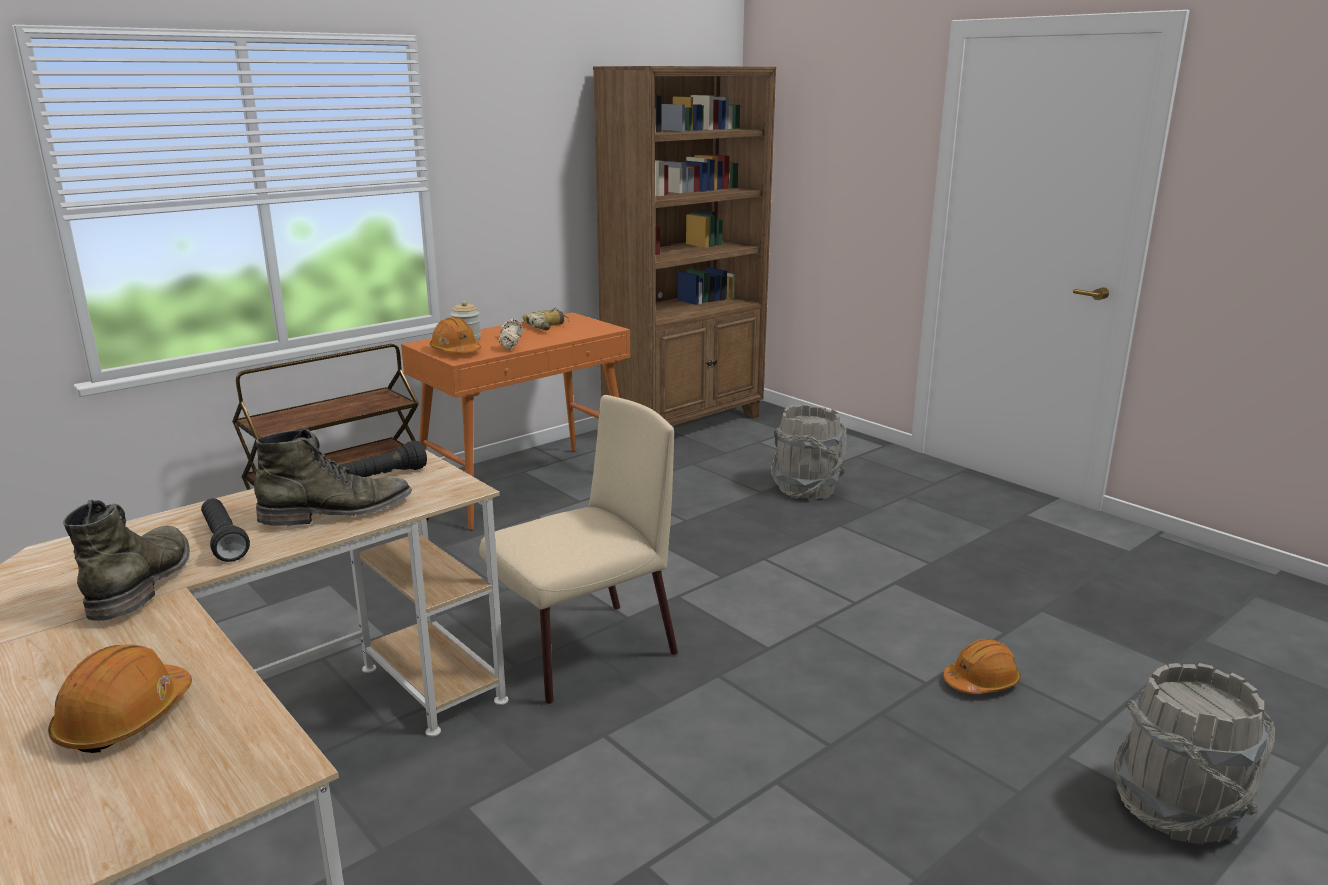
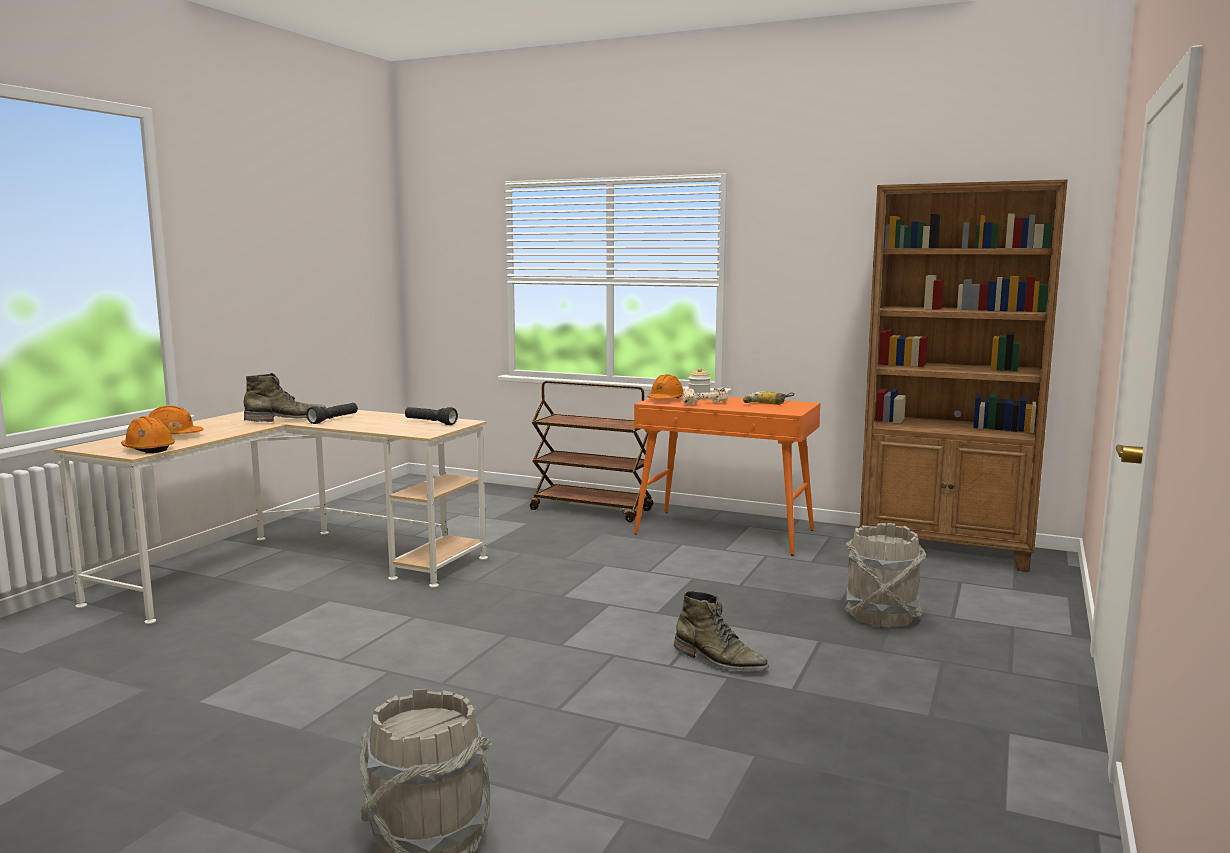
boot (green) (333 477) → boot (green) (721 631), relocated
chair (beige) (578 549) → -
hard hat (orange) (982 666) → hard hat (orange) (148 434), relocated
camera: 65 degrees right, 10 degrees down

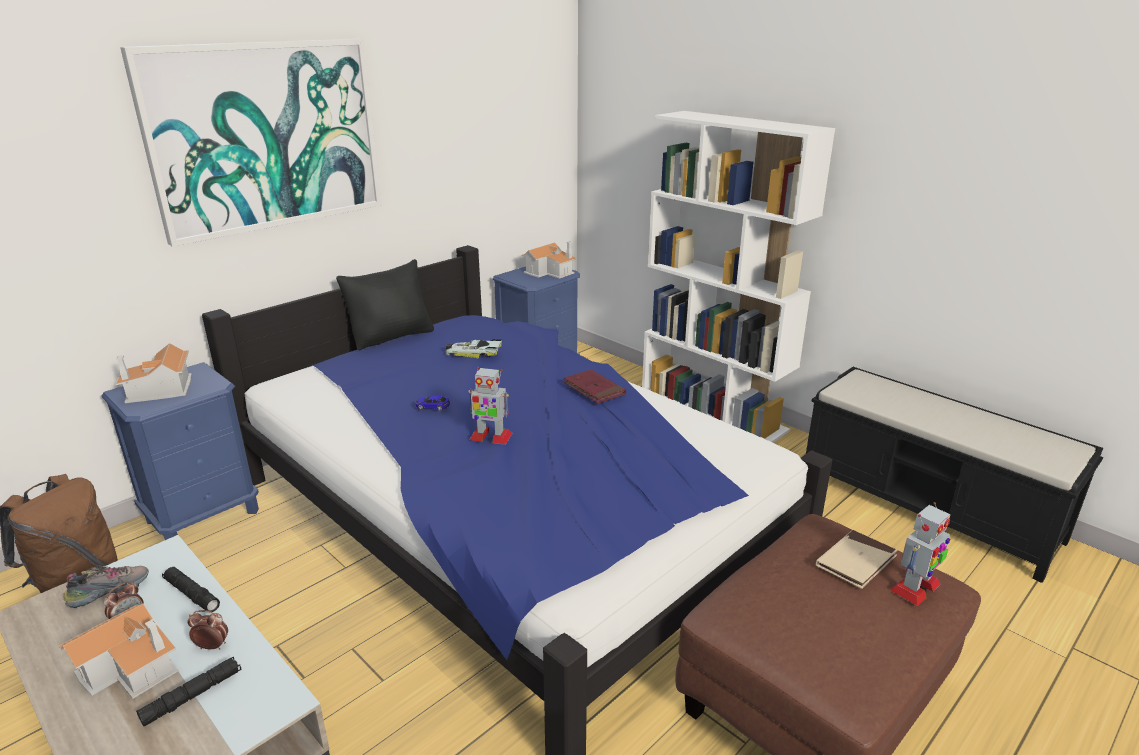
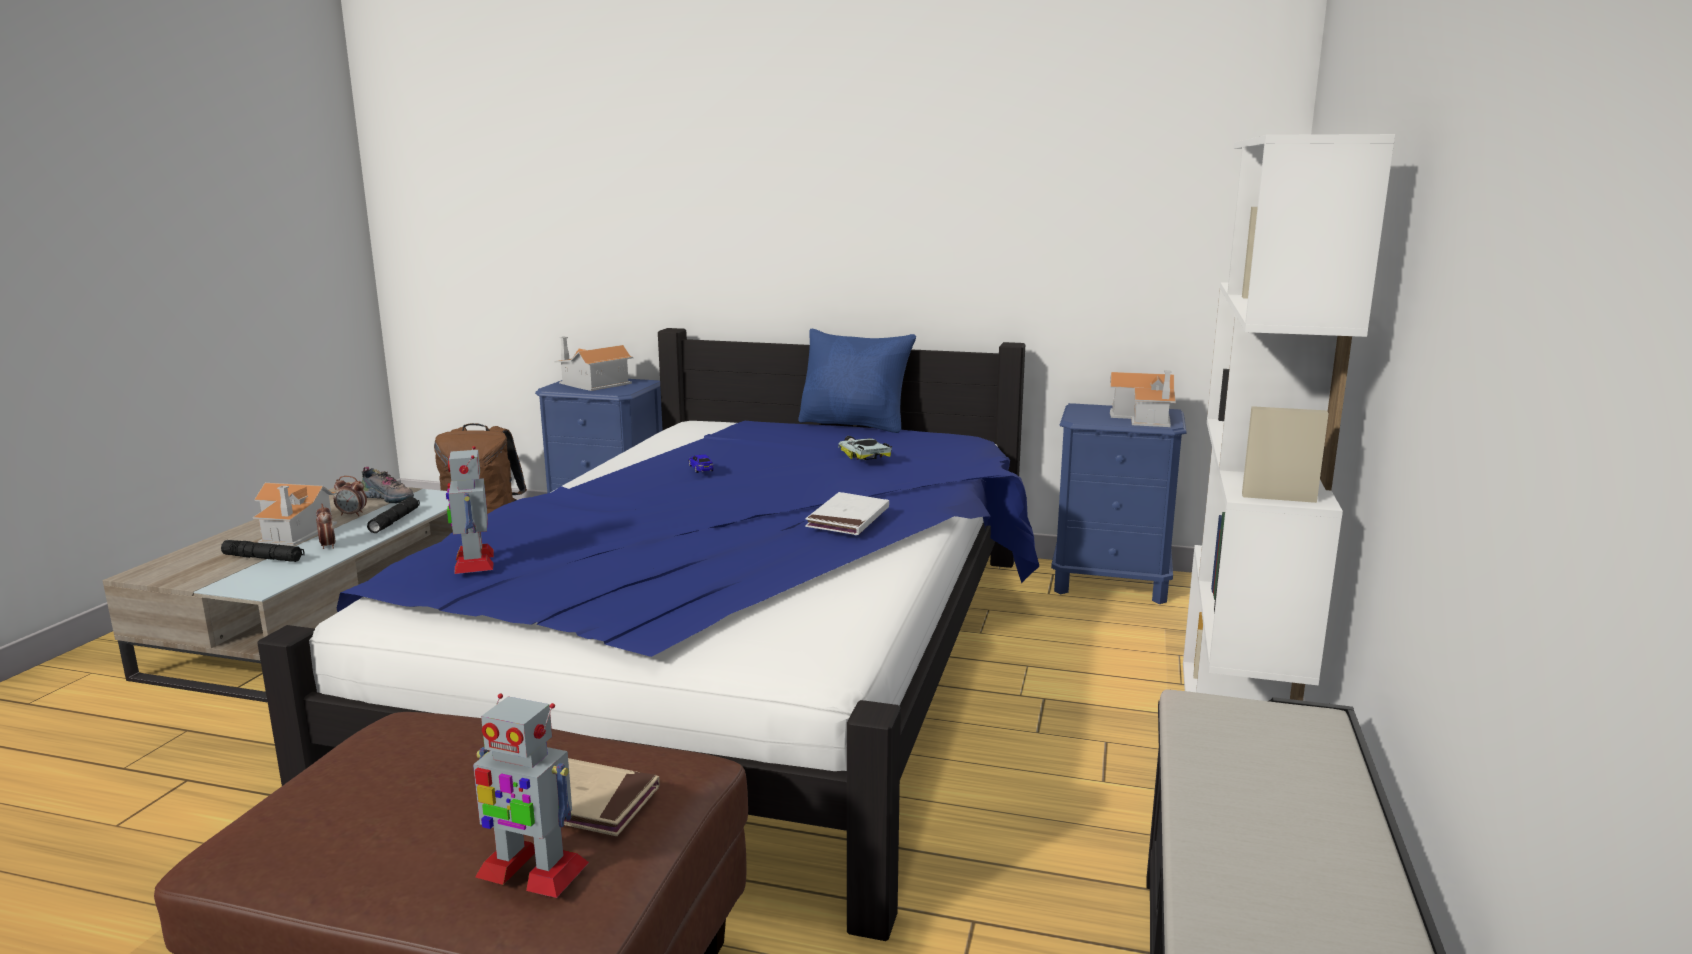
picture (251 142) → -
pillow (black) (385 304) → pillow (blue) (857 381)
toy robot (490 406) → toy robot (470 510), relocated
book (red) (595 386) → book (white) (847 513)
camera: 60 degrees right, 10 degrees down

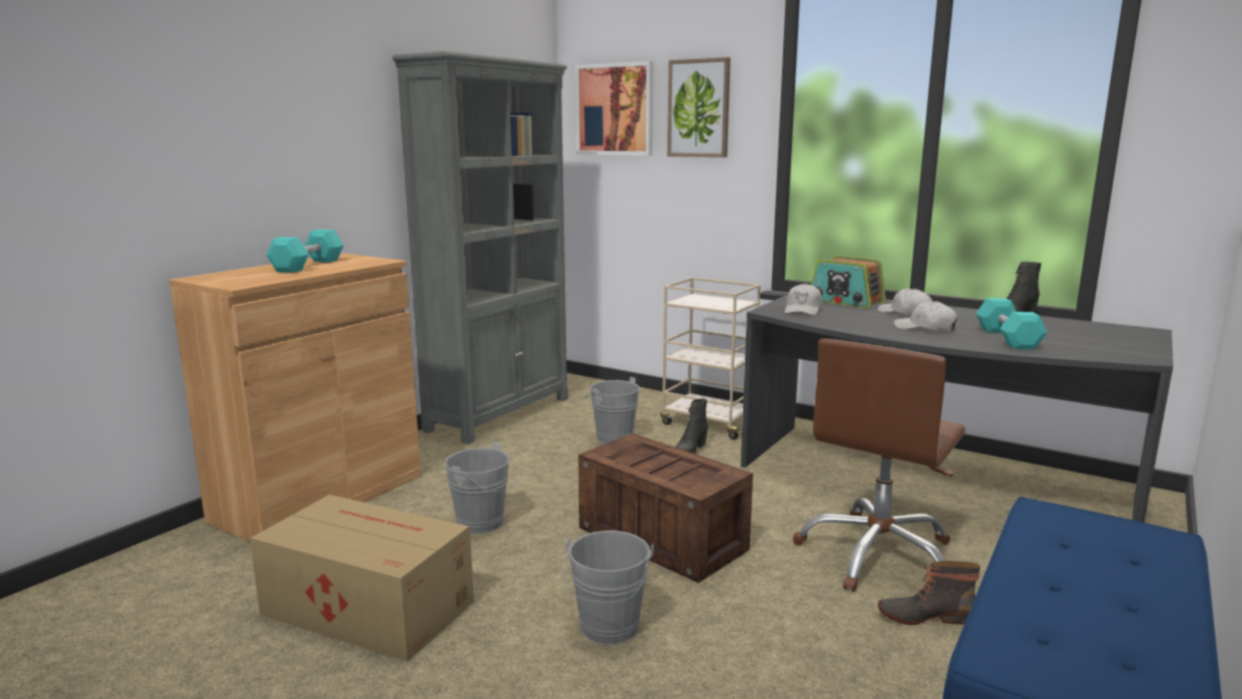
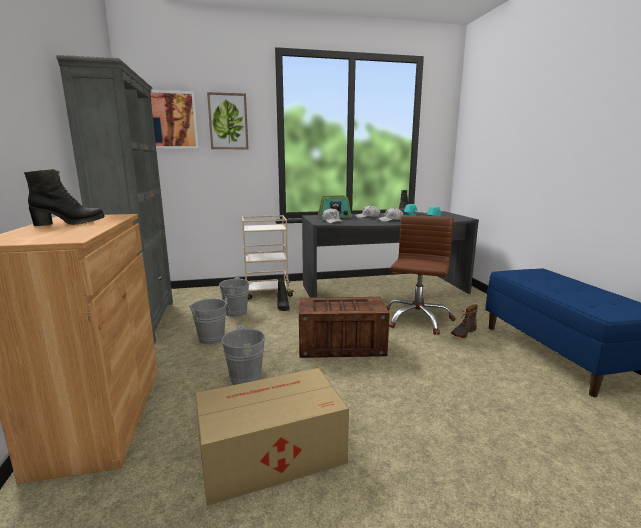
dumbbell (turquoise) (305 251) → boot (black) (64 197)
bucket (grey) (609 588) → bucket (grey) (209 321), relocated
office chair (brown) (879 465) → office chair (brown) (421 275), 150 degrees counterclockwise
camera: 45 degrees left, 0 degrees up

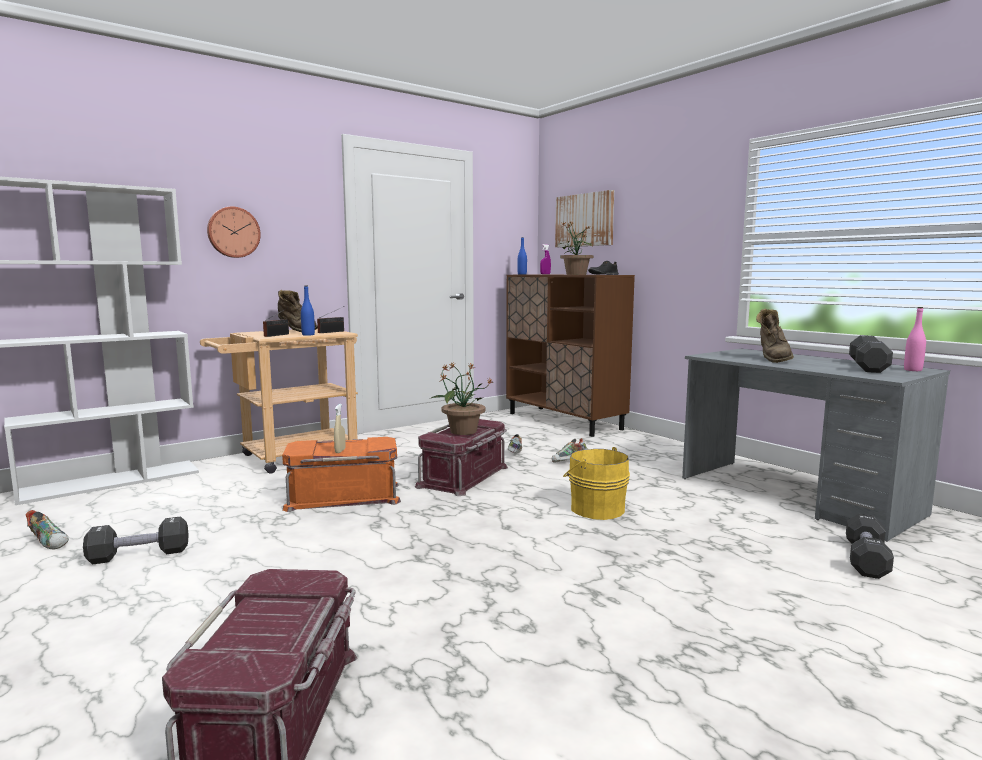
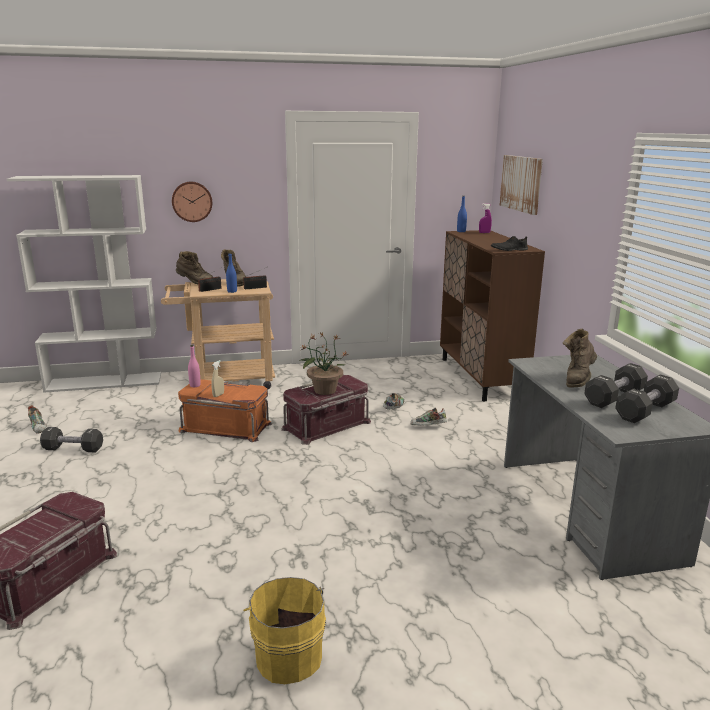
potted plant (574 248) → -
bucket (yellow) (596 483) → bucket (yellow) (284 630), relocated
dumbbell (black) (870 546) → dumbbell (black) (616 385), relocated
bottle (pink) (915 339) → bottle (pink) (194 366), relocated
- → boot (brown) (194 267)
camera: 25 degrees right, 10 degrees up

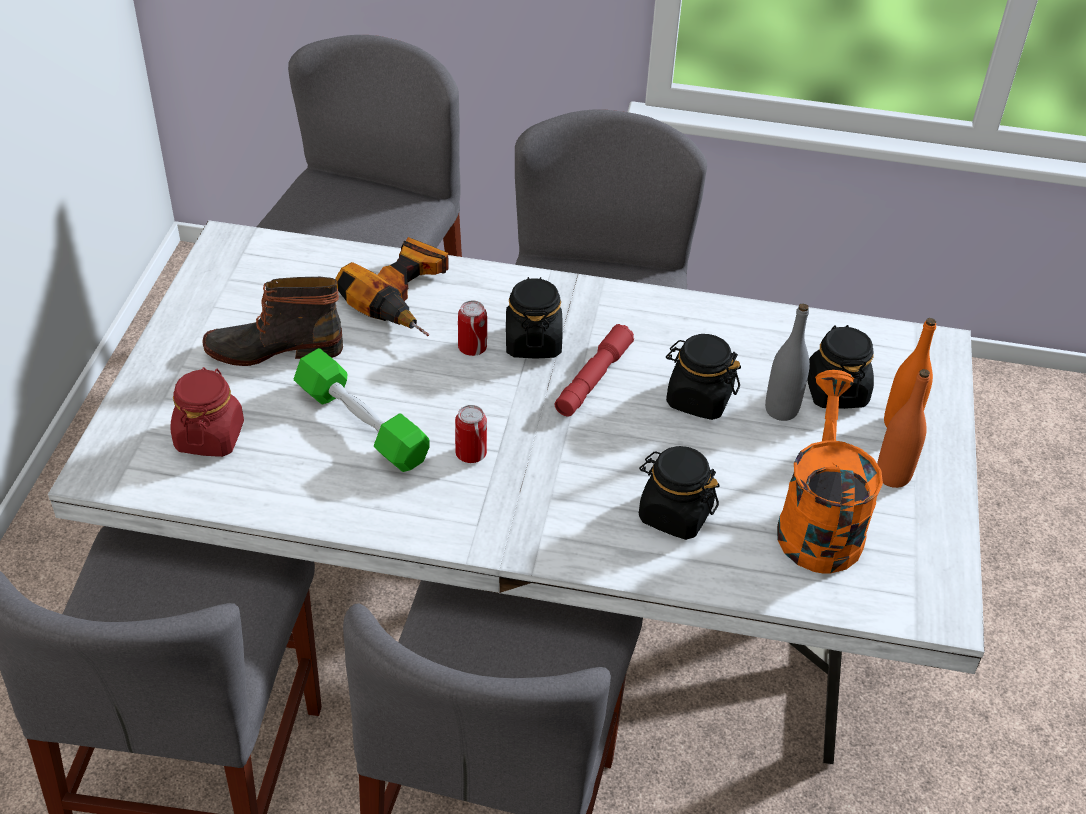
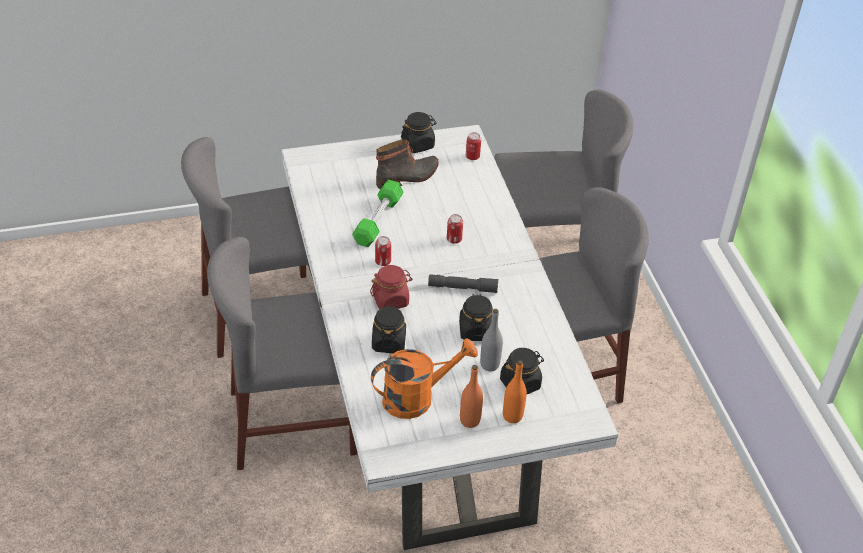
jar (red) (207 412) → jar (red) (391 287), relocated
boot (272 321) → boot (407 164), 90 degrees clockwise
power drill (392 286) → -
jar (black) (534 318) → jar (black) (419 132), relocated
flashlight (red) (594 370) → flashlight (grey) (463 283)
- → can (473 146)
camera: 65 degrees right, 0 degrees up

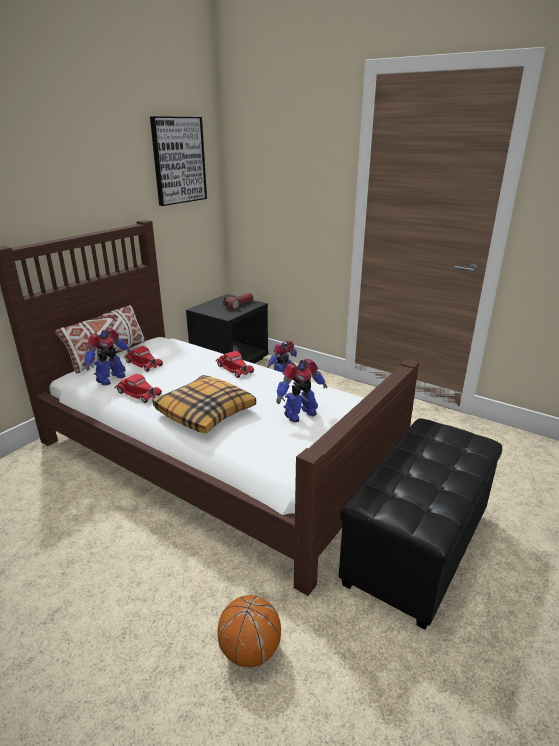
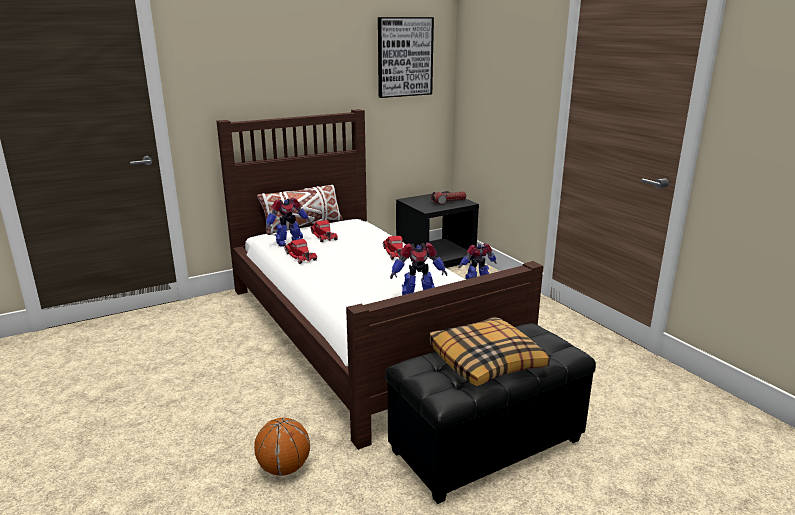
pillow (204 404) → pillow (489 351), relocated
camera: 25 degrees right, 5 degrees down

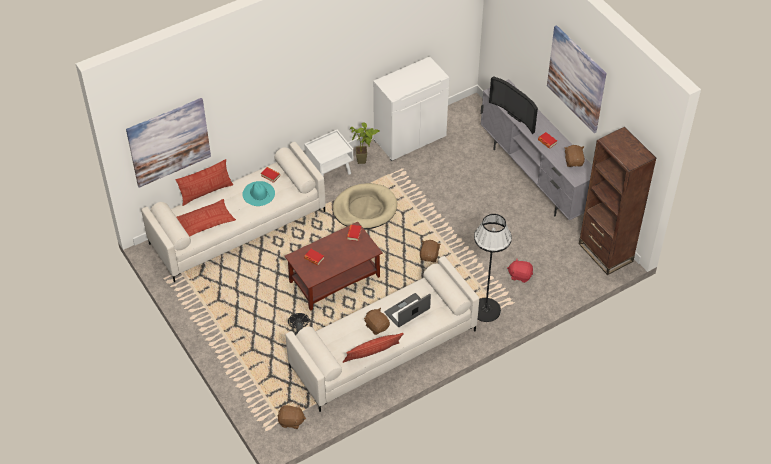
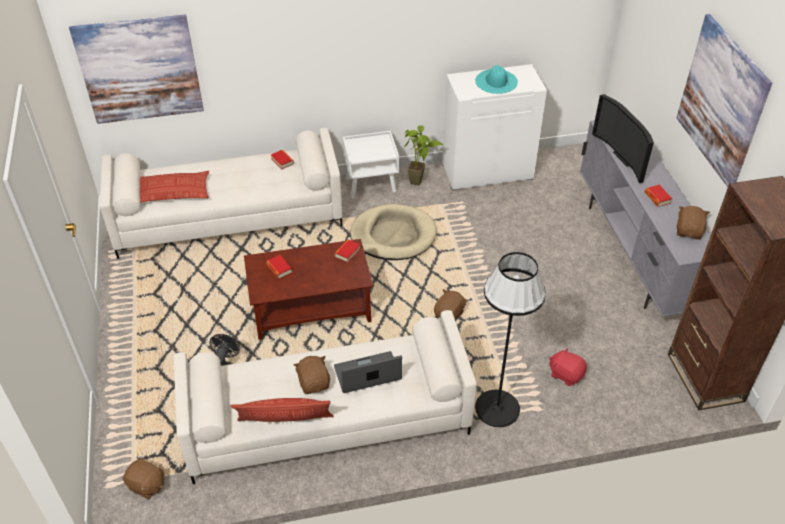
pillow (204 182) → -
hat (turquoise) (258 193) → hat (turquoise) (496 79), relocated
camera: 20 degrees right, 5 degrees down

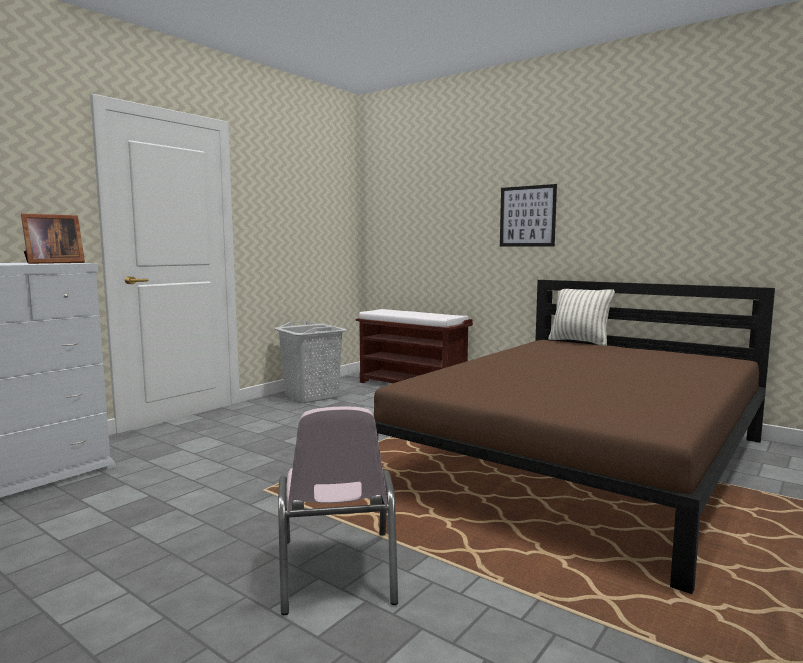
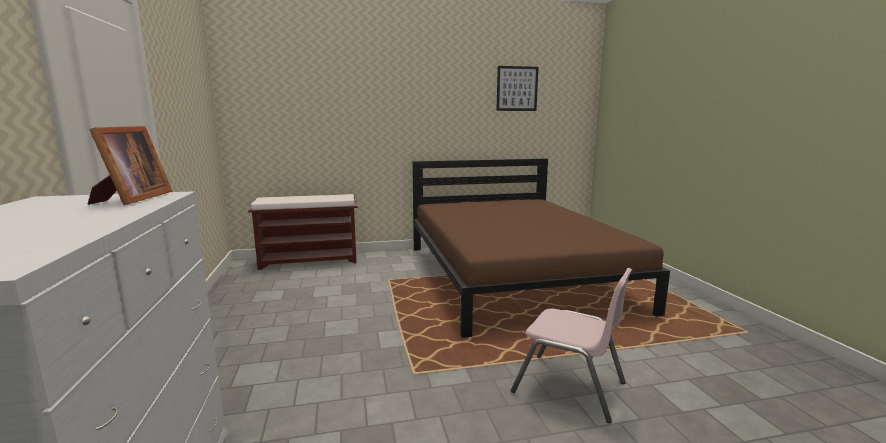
laundry basket (grey) (310 362) → -
picture (528 215) → picture (517 88), relocated
pillow (581 317) → -
camera: 50 degrees left, 5 degrees up

